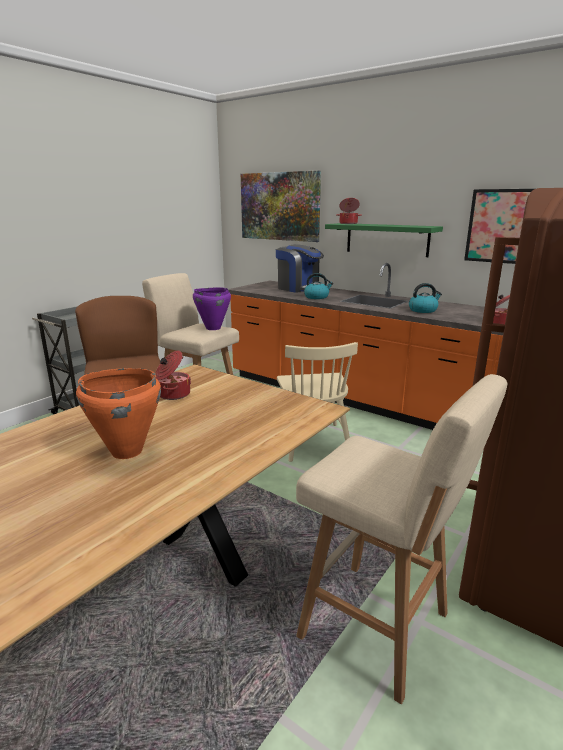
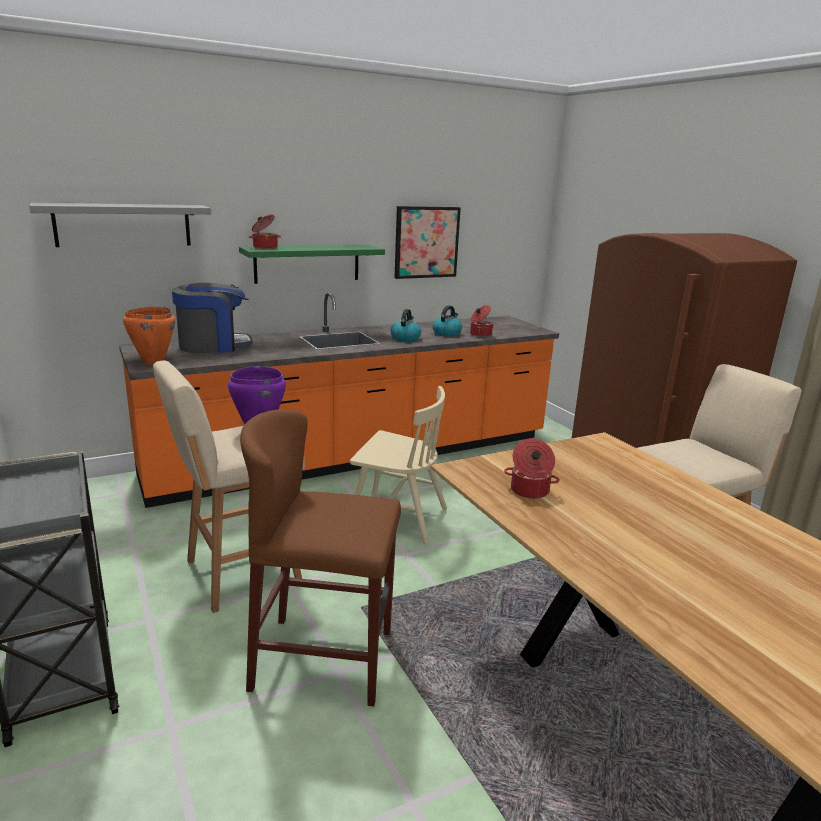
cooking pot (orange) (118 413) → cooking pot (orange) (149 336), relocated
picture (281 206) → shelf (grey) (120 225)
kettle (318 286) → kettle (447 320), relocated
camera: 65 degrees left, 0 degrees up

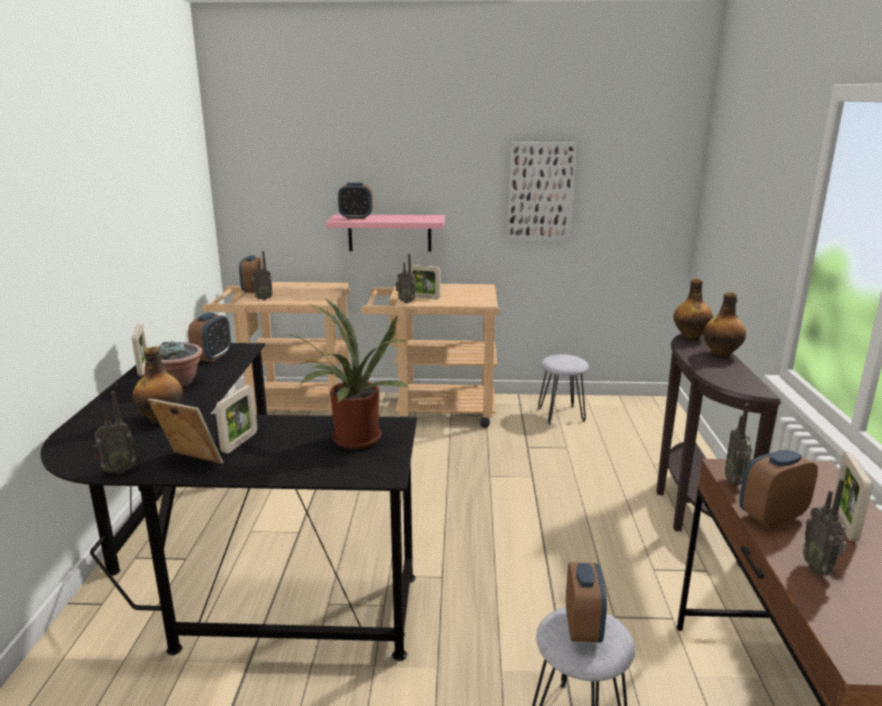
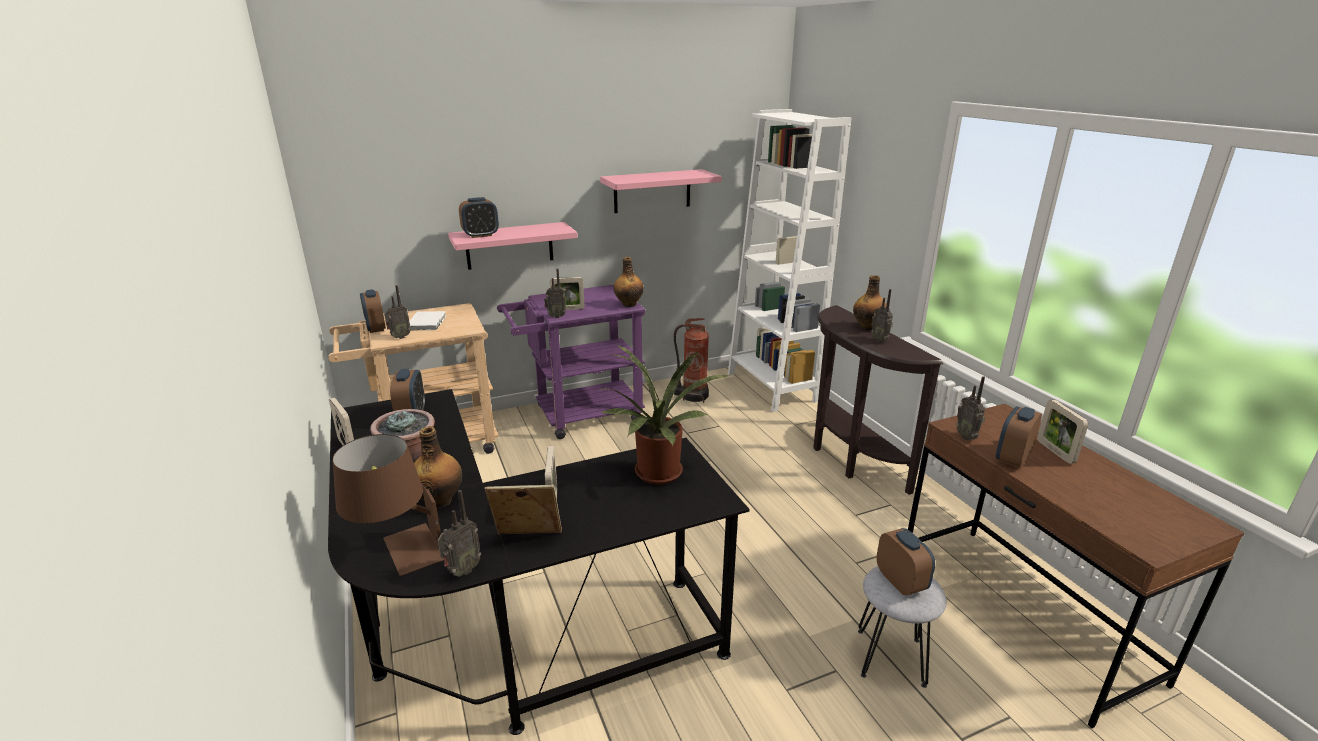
cart (beige) (430 356) → cart (purple) (571 362)
picture (542 192) → shelf (pink) (661 191)
stool (grey) (563 389) → fire extinguisher (691 360)
bottle (693 309) → bottle (628 282), relocated
radio (825 527) → radio (882 315), relocated
- → table lamp (brown) (388 505)
- → book (white) (427 320)
- → bookcase (white) (789 260)
camera: 25 degrees left, 5 degrees up

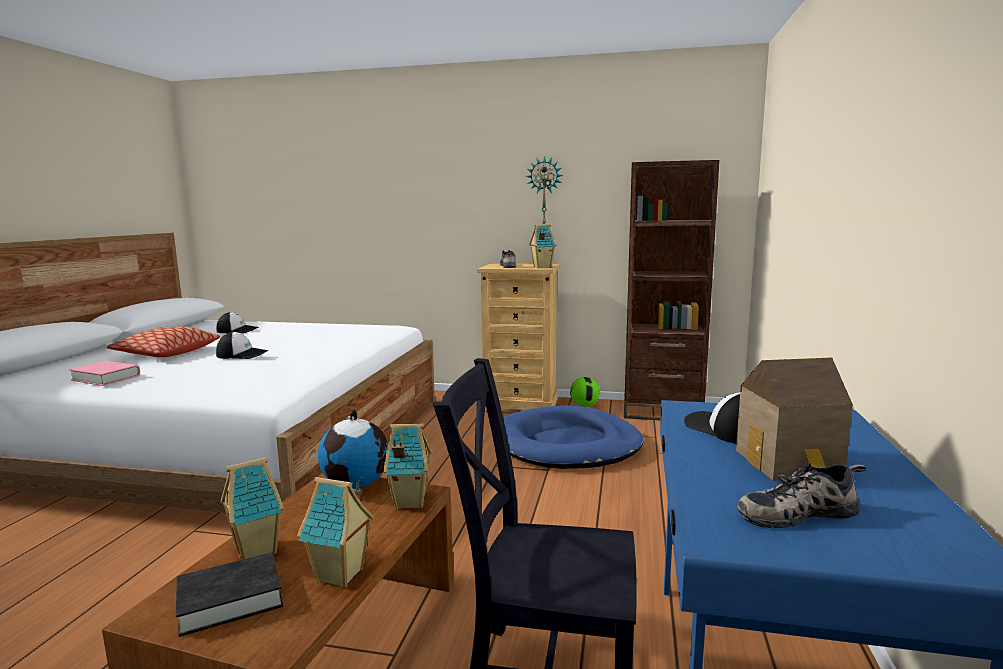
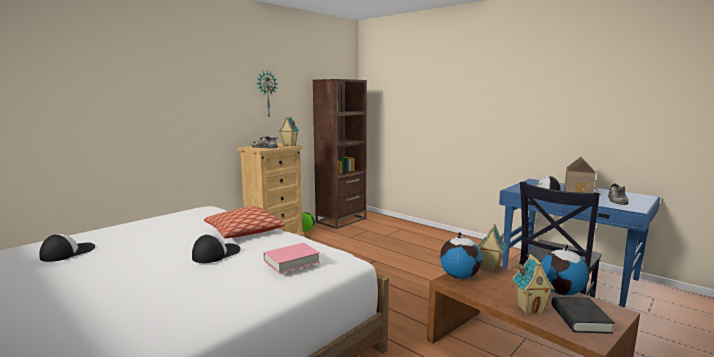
book (pink) (104 373) → book (pink) (291 258), relocated
pillow (163 342) → pillow (244 222), relocated
toy house (335 532) → globe (565 269)
dog bed (blue) (573 437) → -
camera: 60 degrees left, 0 degrees up

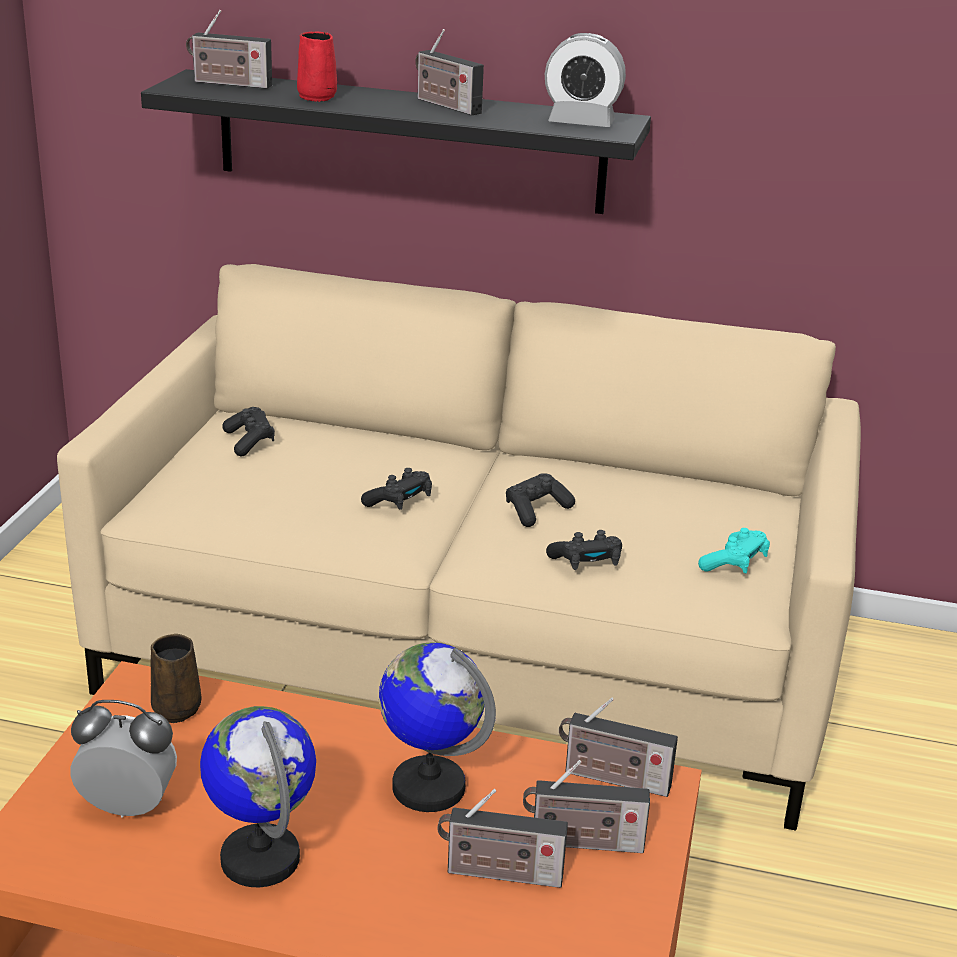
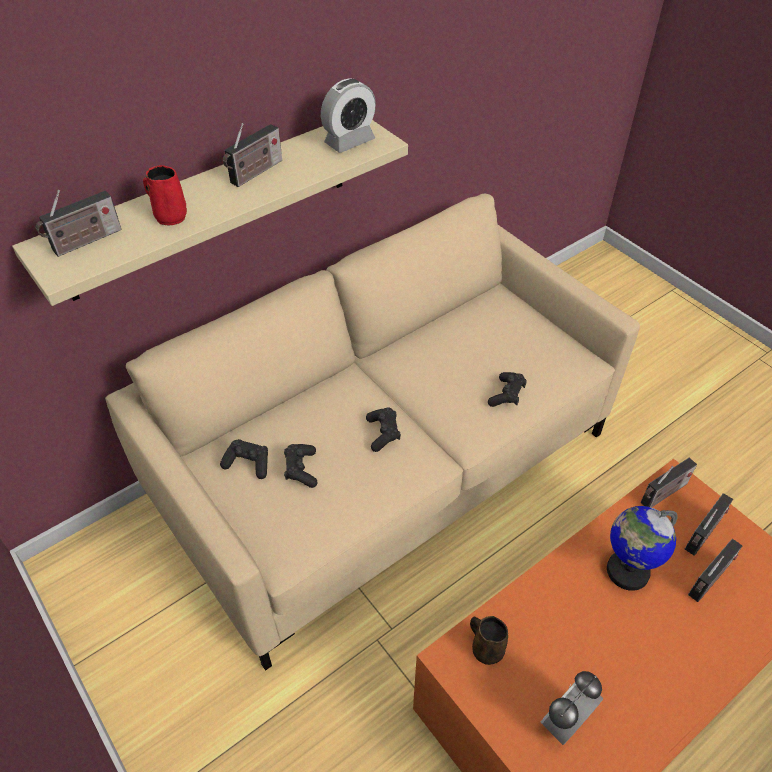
shelf (black) (396 141) → shelf (beige) (210 213)
globe (258 796) → -
radio (449 72) → radio (252 155), 45 degrees counterclockwise
game controller (black) (540 500) → game controller (black) (300 466), relocated
game controller (turquoise) (734 551) → -
camera: 50 degrees left, 20 degrees up

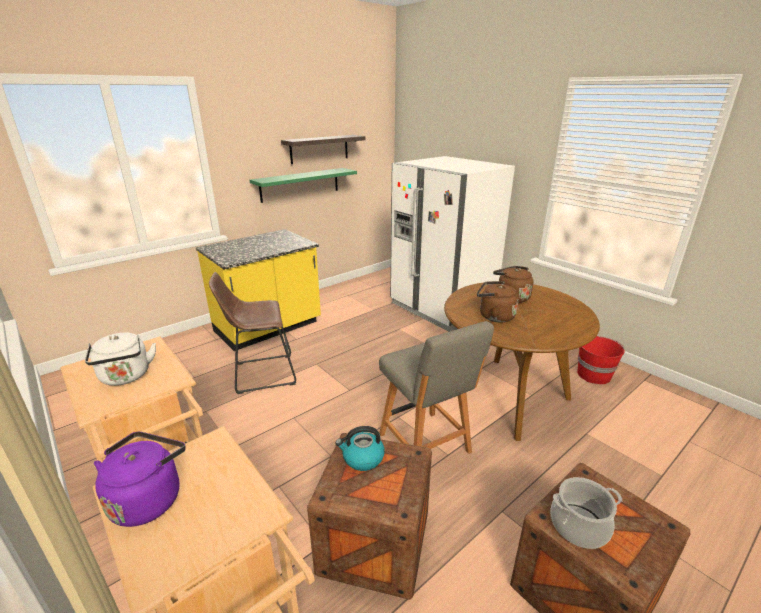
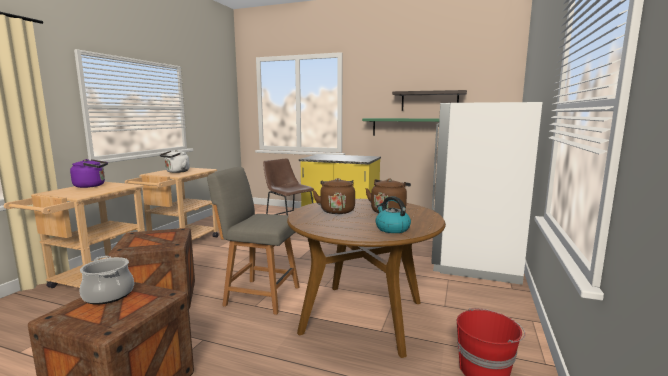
kettle (360 448) → kettle (393 214), relocated
chair (grey) (436 387) → chair (grey) (253 241), 75 degrees clockwise
camera: 60 degrees right, 15 degrees down

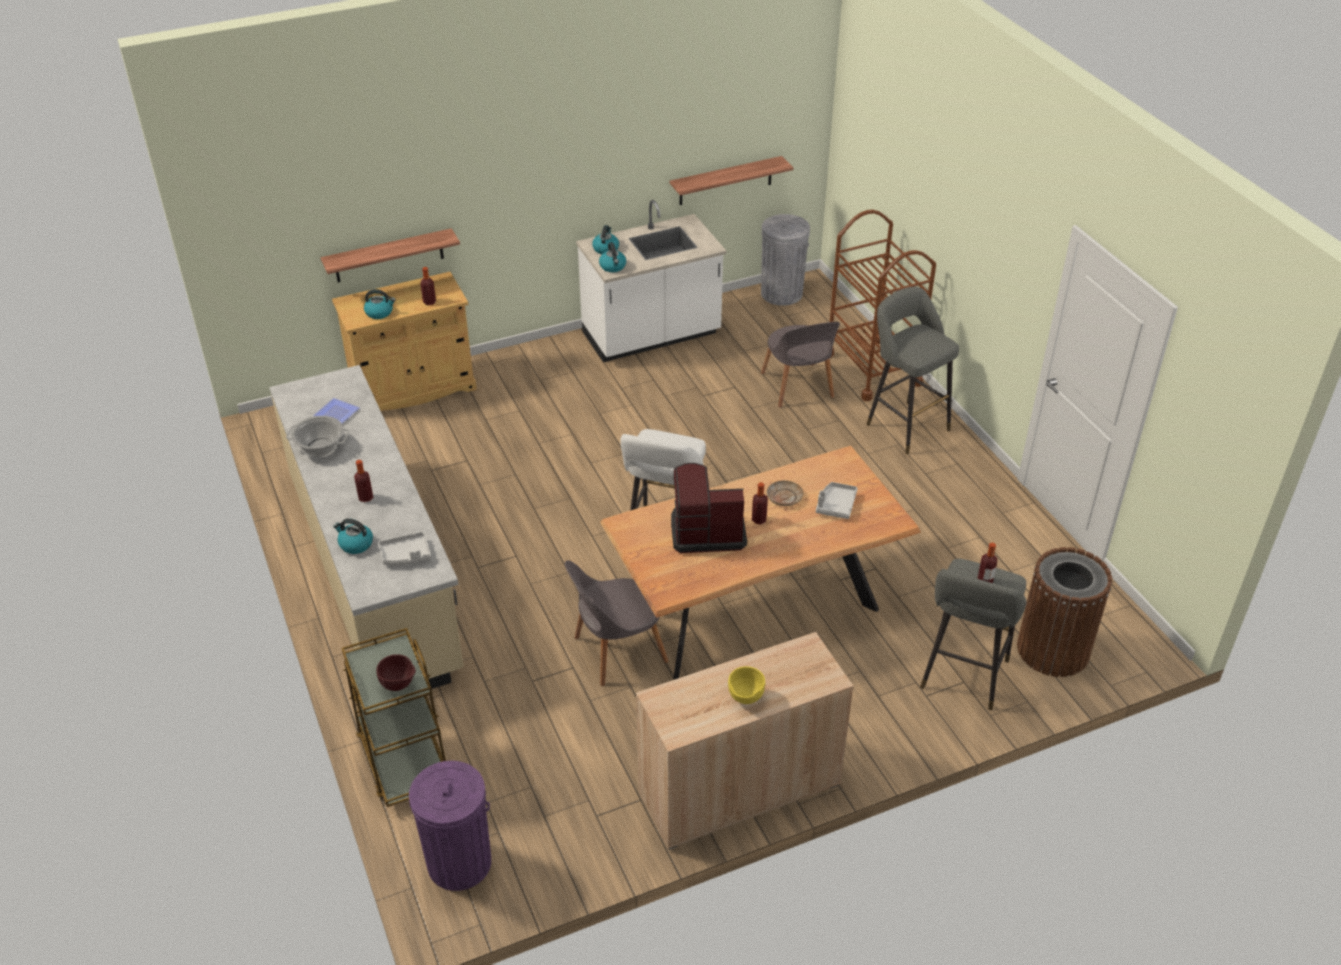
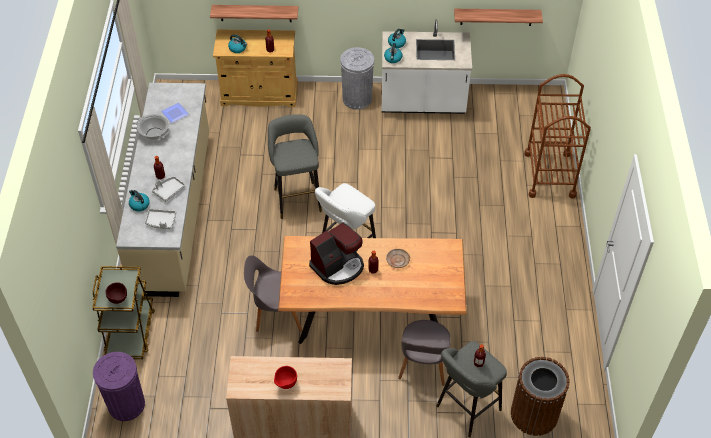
coffee machine (709 508) → coffee machine (336 253), 120 degrees clockwise
bowl (yellow) (746 685) → bowl (red) (285 377)
trash can (grey) (785 260) → trash can (grey) (357 78), relocated
chair (grey) (800 365) → chair (grey) (424 353), relocated
tray (grey) (837 500) → tray (grey) (169 189), relocated
stool (grey) (912 370) → stool (grey) (295 166), relocated
camera: 25 degrees right, 10 degrees up

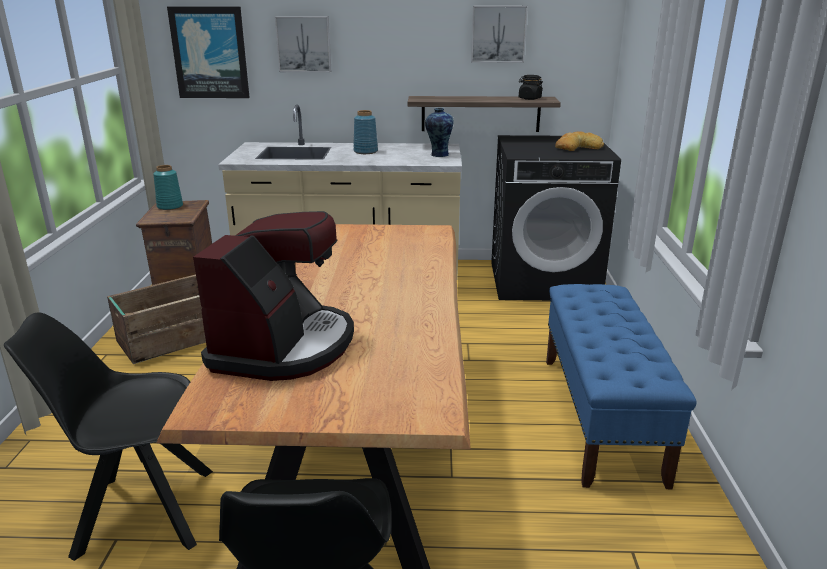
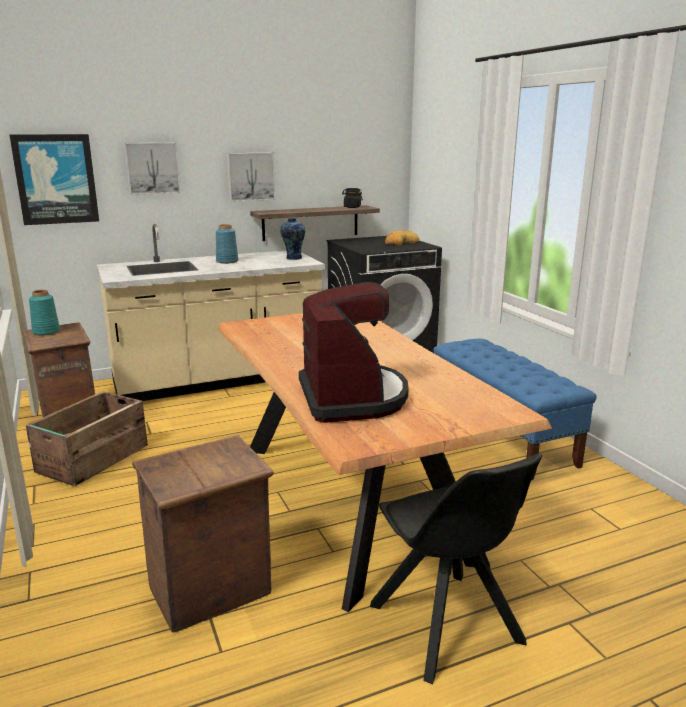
chair (black) (108 437) → crate (203 534)
picture (499 34) → picture (251 177), relocated
camera: 25 degrees left, 5 degrees down

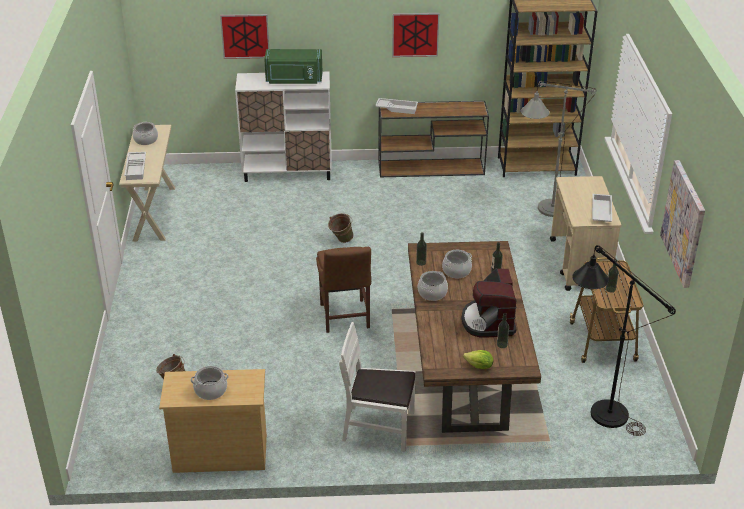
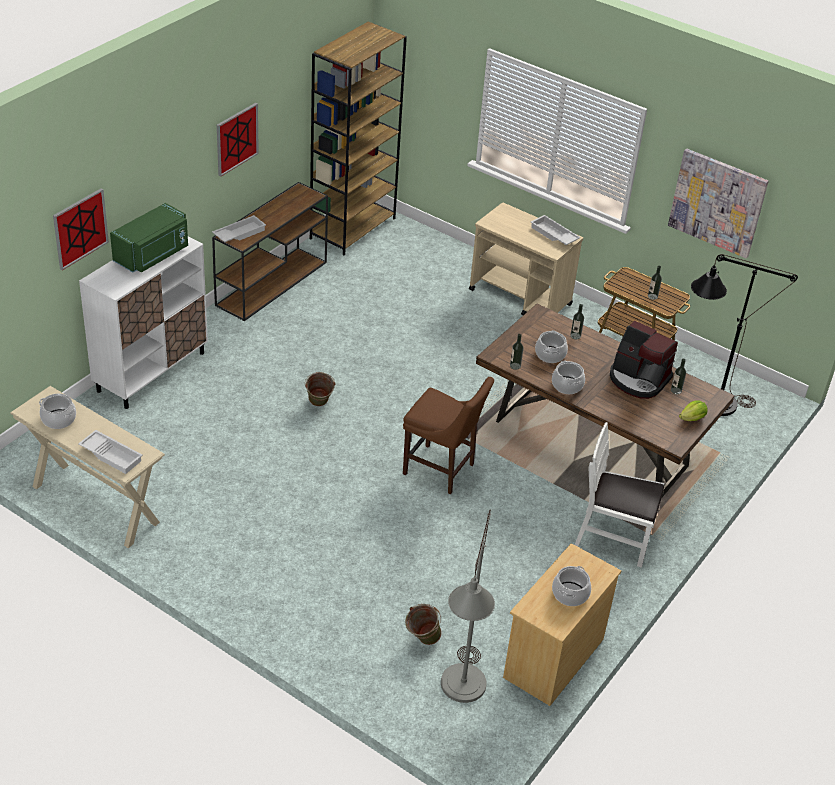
chair (white) (377 387) → chair (white) (619 495), 60 degrees clockwise
floor lamp (grey) (559 149) → floor lamp (grey) (468 606), relocated
camera: 55 degrees left, 5 degrees up

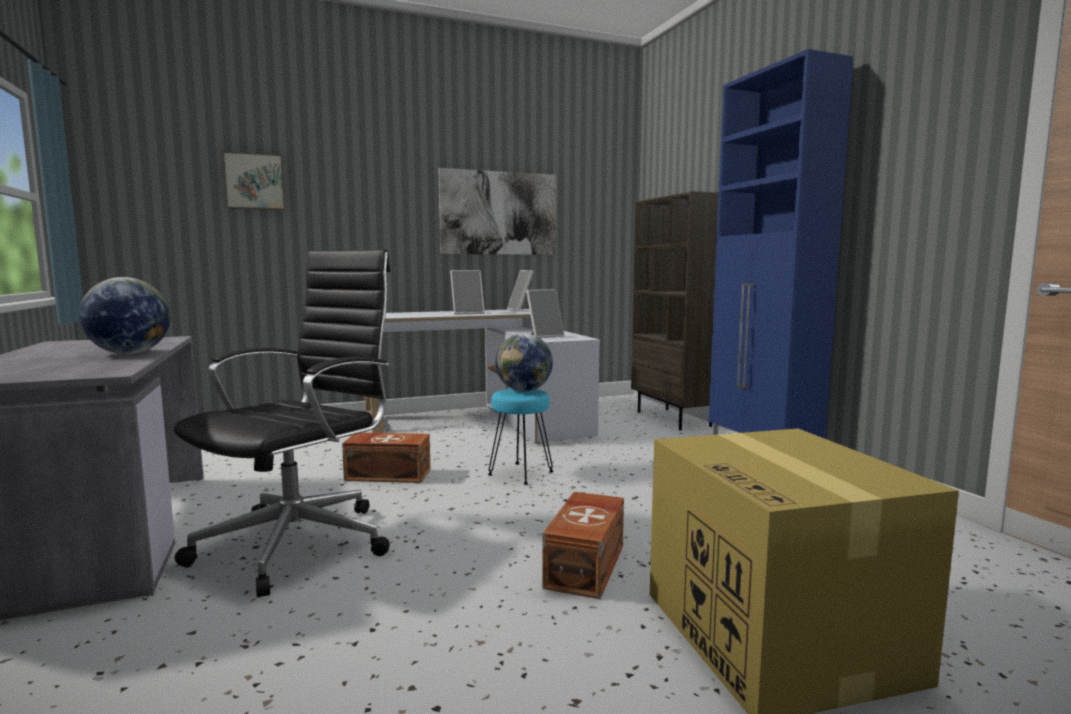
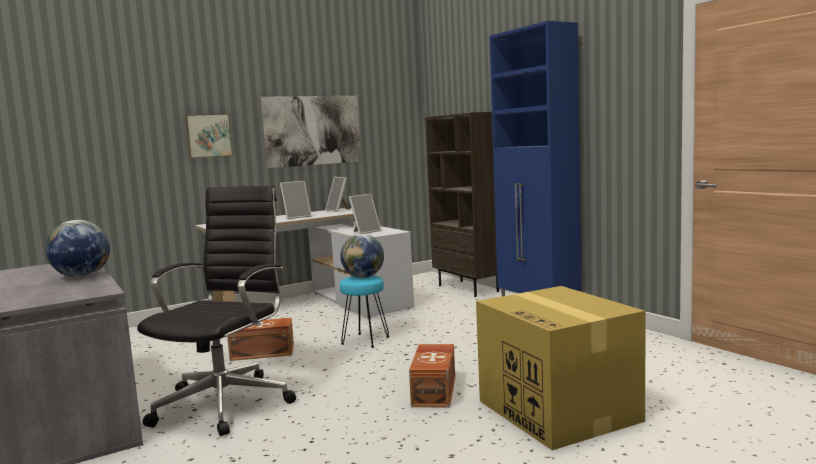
picture (253 180) → picture (209 136), relocated
camera: 10 degrees left, 0 degrees up

